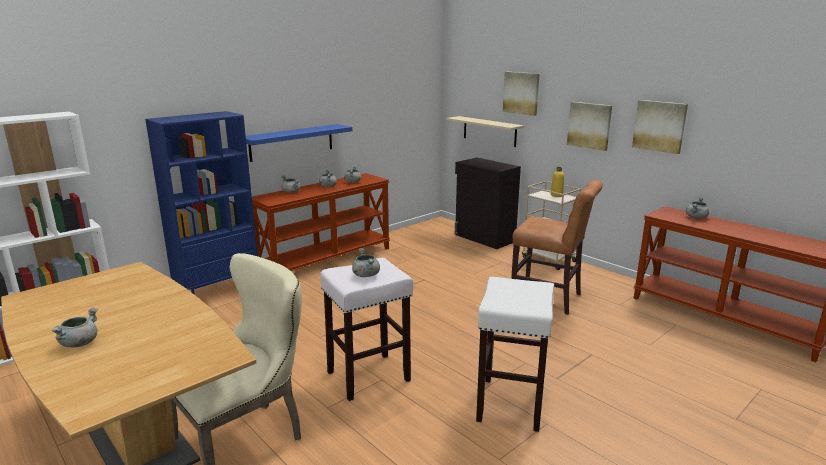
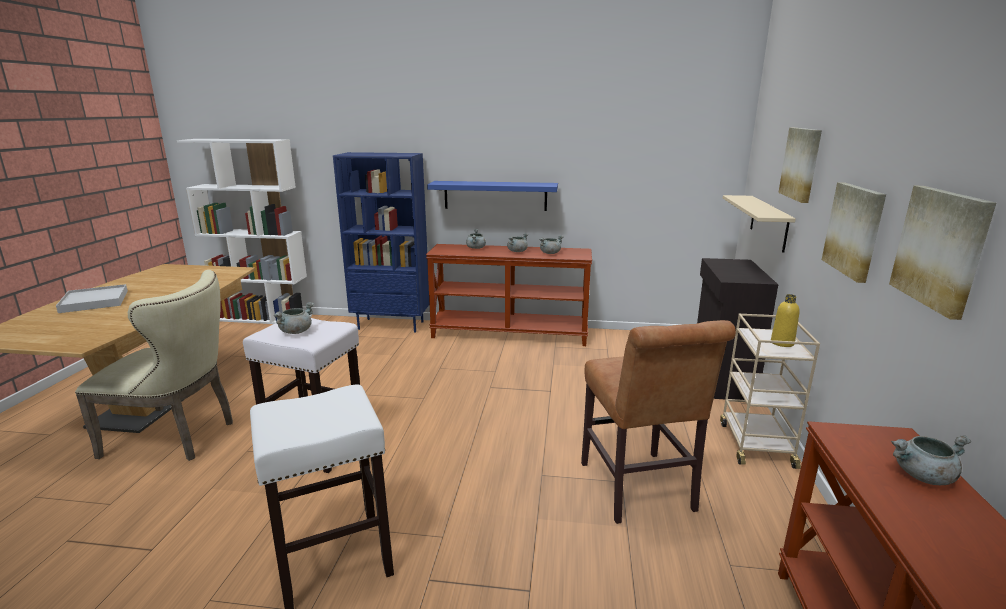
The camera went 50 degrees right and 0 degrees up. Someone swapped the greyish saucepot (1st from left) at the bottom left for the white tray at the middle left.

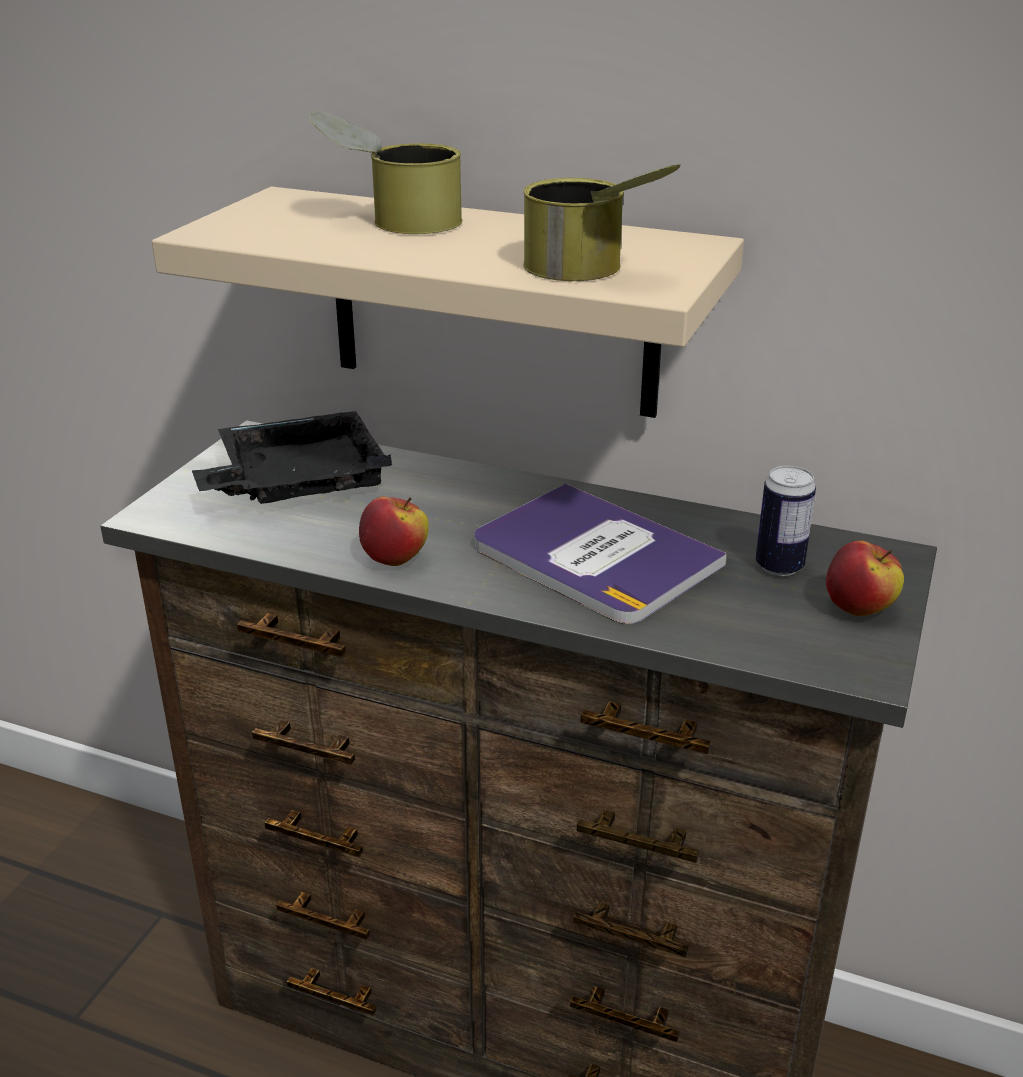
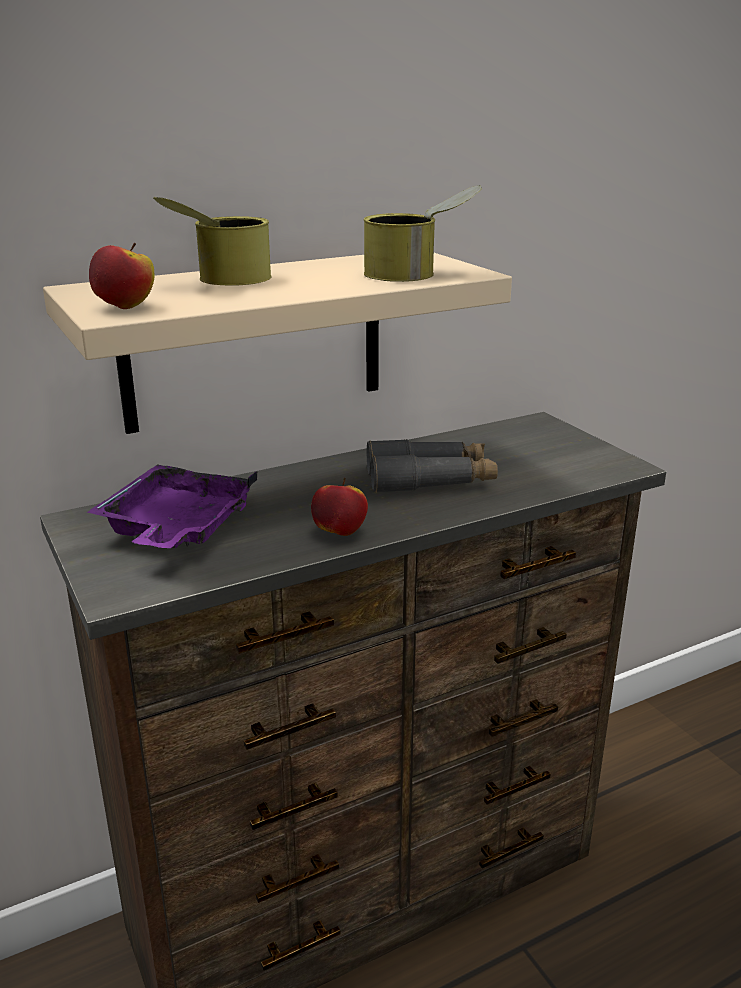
The camera went 50 degrees left and 5 degrees down. Someone repainted the black tray at the middle left, which became the purple-coloured tray at the middle left. Someone took away the can (3rd from left) at the middle right. Someone swapped the volume at the centre for the greyish field glasses at the centre. Someone carried the apple (2nd from left in the first image) from the middle right to the top left.

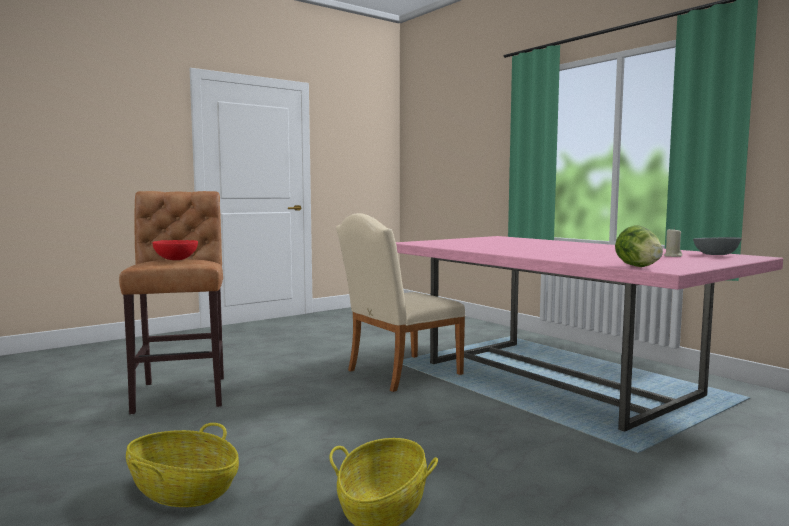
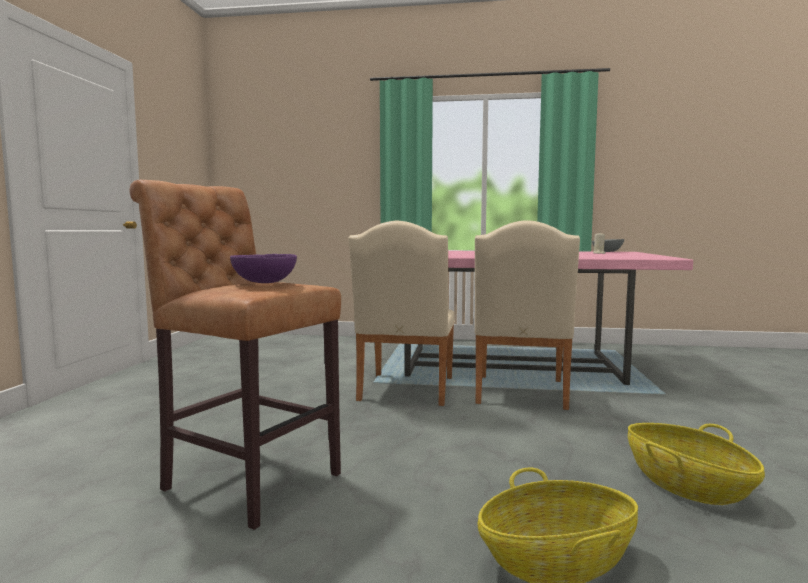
The camera went 45 degrees left and 0 degrees up. Someone took away the head of lettuce at the middle right. Someone repainted the reddish serving bowl at the middle left, which became the purple-coloured serving bowl at the middle left. Someone put down the beige-coloured plain chair (2nd from left) at the centre.

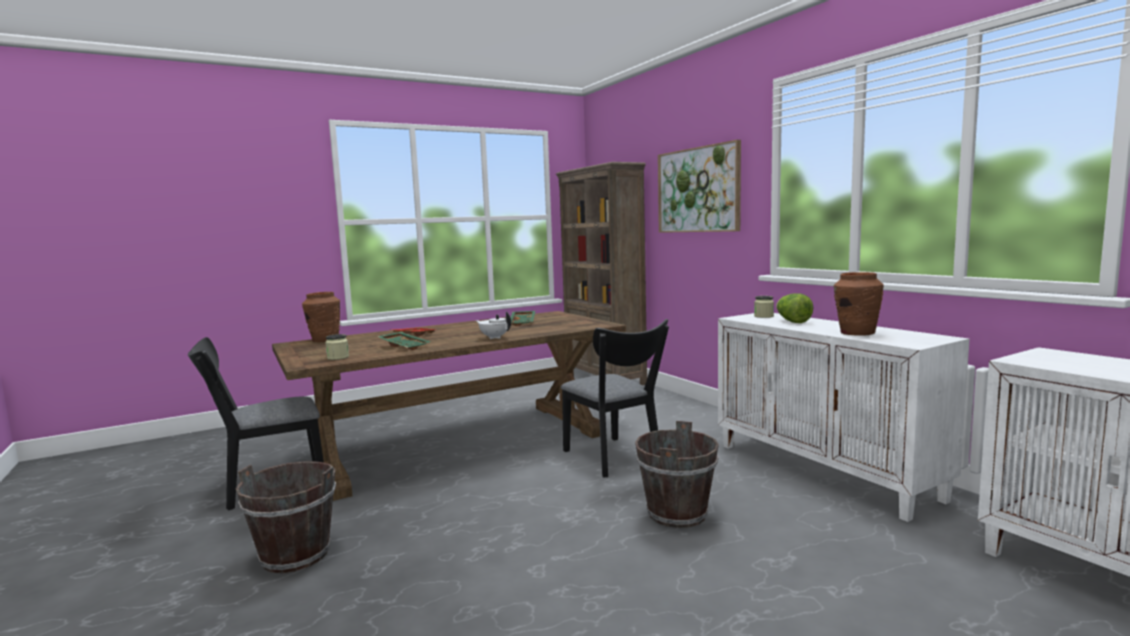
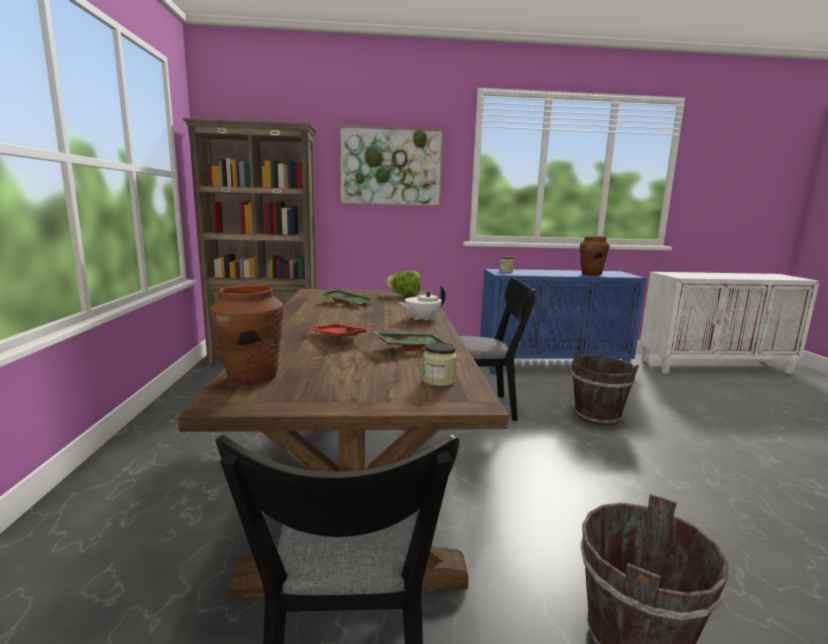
The camera went 65 degrees left and 5 degrees up. Someone carried the head of lettuce from the middle right to the centre. Someone repainted the white cupboard (1st from left) at the middle right, which became the bluish cupboard at the middle right.

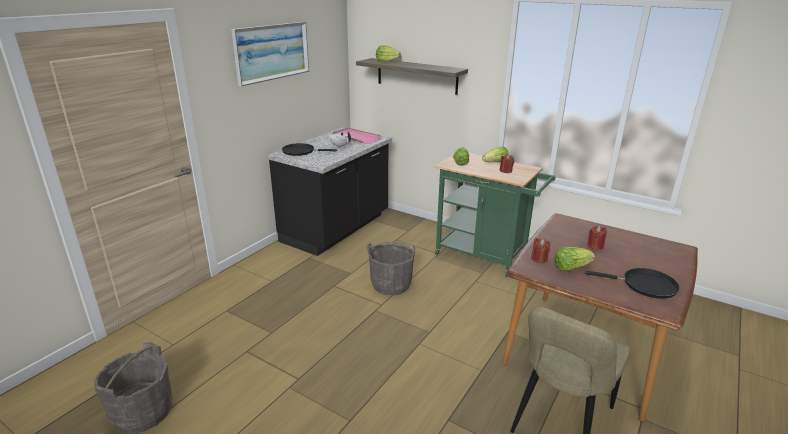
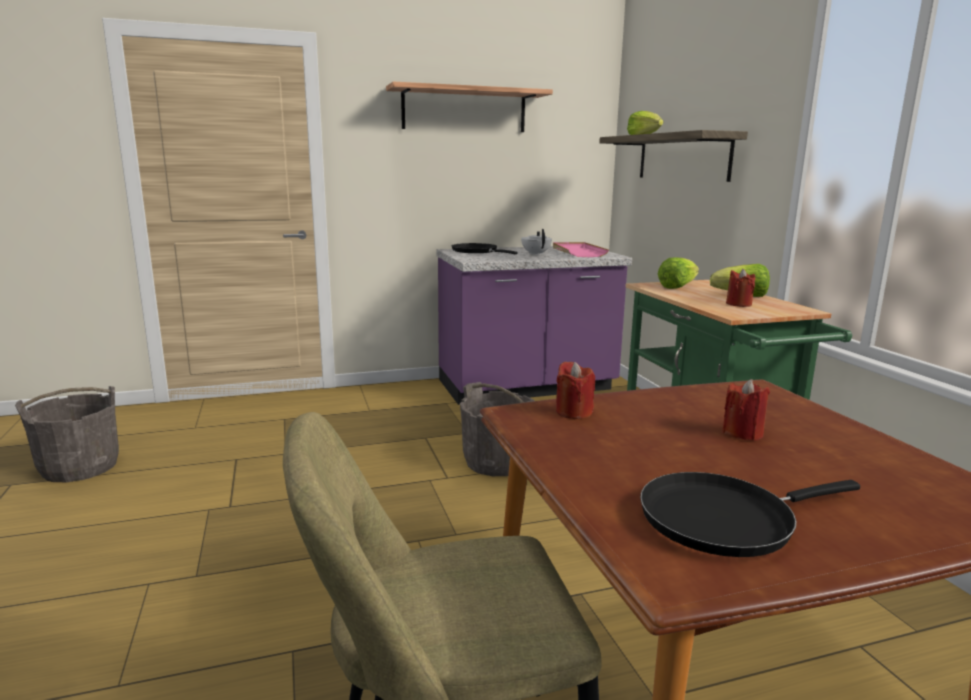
The camera went 40 degrees right and 10 degrees down. Someone swapped the wall art at the top centre for the bracket shelf (1st from left) at the top centre. Someone repainted the black kitchen counter at the centre, which became the purple-coloured kitchen counter at the centre. Someone took away the head of lettuce (4th from left) at the middle right. Someone rotated the black frying pan (2nd from left) at the middle right by 105 degrees clockwise.

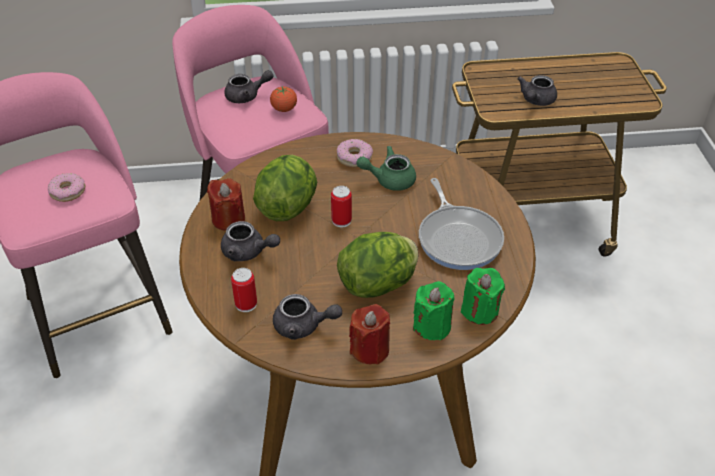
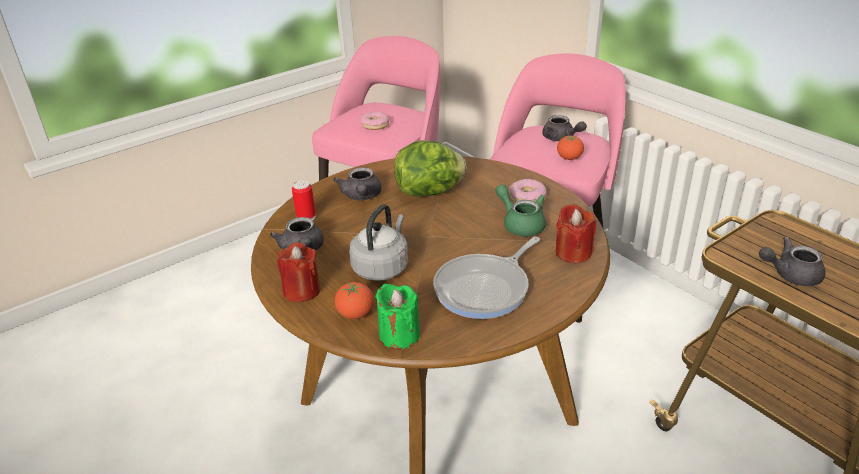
The camera went 60 degrees right and 10 degrees down. Someone carried the reddish wax candle (1st from left in the first image) from the middle left to the middle right. Someone took away the can (2nd from left) at the centre. Someone swapped the head of lettuce (2nd from left) at the centre for the greyish water kettle at the centre. Someone swapped the greenish wax candle (1st from left) at the centre for the tomato (1st from left) at the centre.

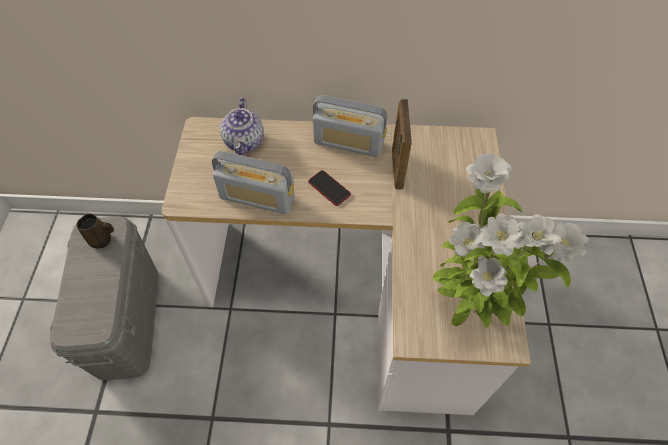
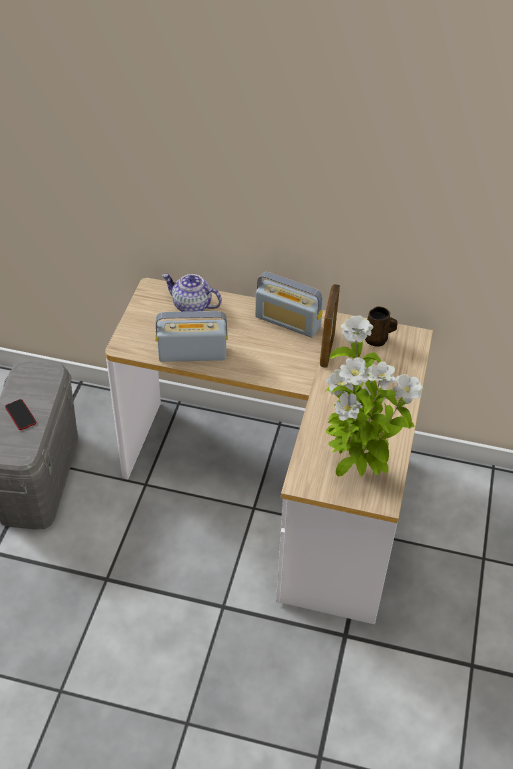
The camera went 10 degrees right and 10 degrees down. Someone rotated the tea pot at the top centre by 105 degrees clockwise. Someone rotated the radio receiver (1st from left) at the centre by 150 degrees clockwise. Someone carried the handset from the centre to the middle left. Someone carried the brown-coloured coffee mug from the middle left to the middle right.

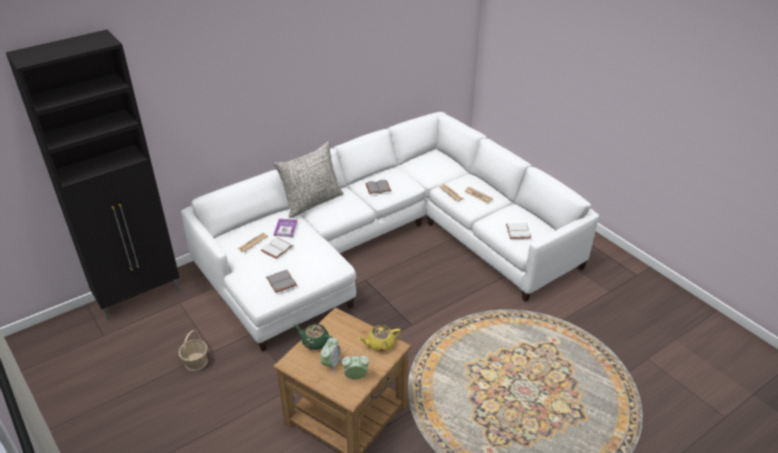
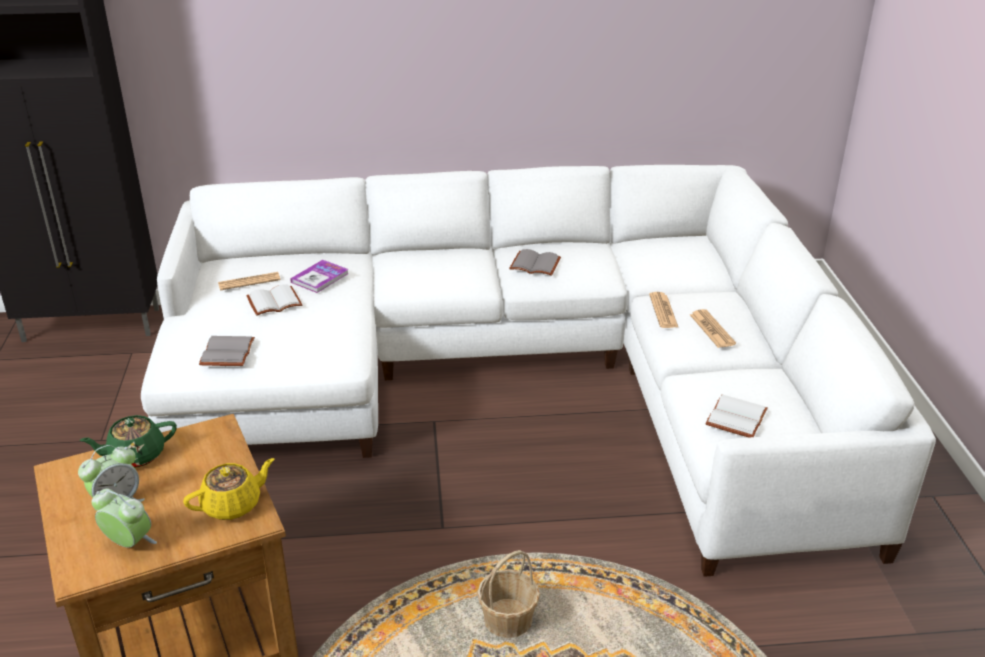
The camera went 30 degrees right and 5 degrees down. Someone took away the greyish throw pillow at the centre. Someone rotated the greenish tea pot at the bottom centre by 75 degrees counterclockwise. Someone rotated the yellow-coloured tea pot at the bottom centre by 135 degrees clockwise. Someone carried the household basket from the bottom left to the bottom centre.

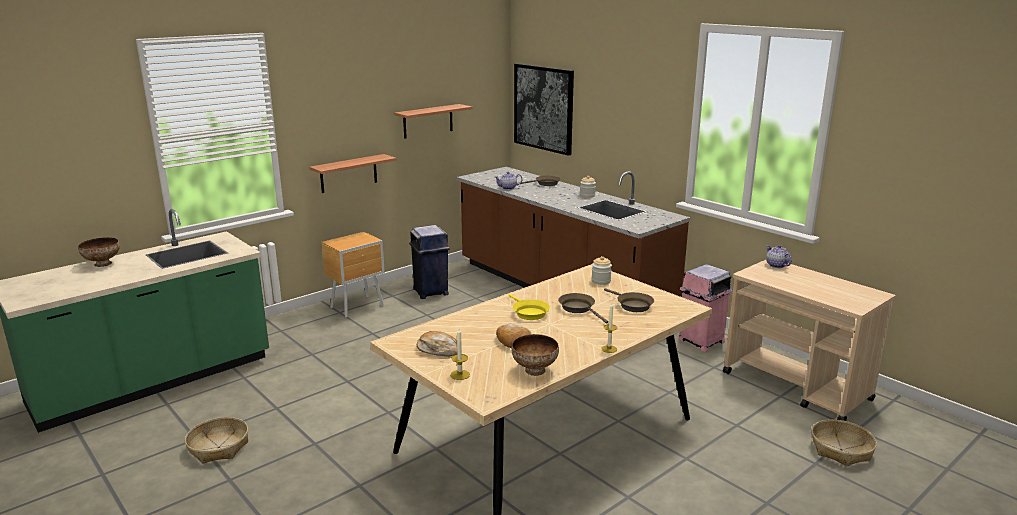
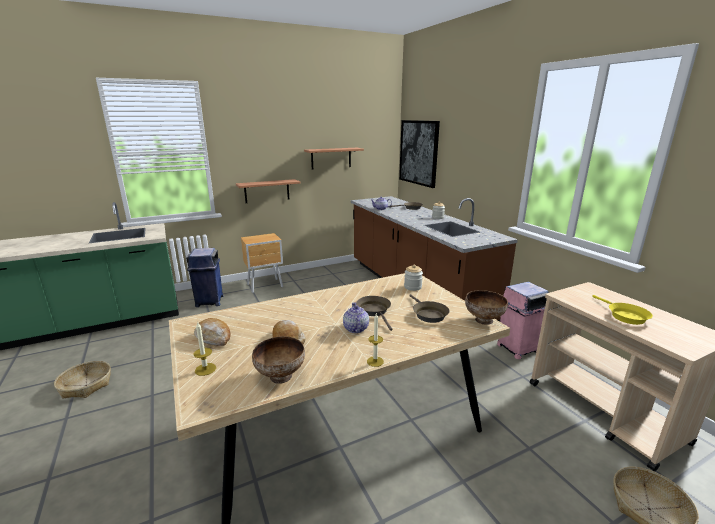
The camera went 15 degrees right and 0 degrees up. Someone carried the bluish waste bin from the centre to the middle left. Someone carried the serving bowl (1st from left in the first image) from the middle left to the middle right. Someone carried the tea pot (2nd from left in the first image) from the middle right to the centre. Someone carried the yellow-coloured frying pan from the centre to the middle right.

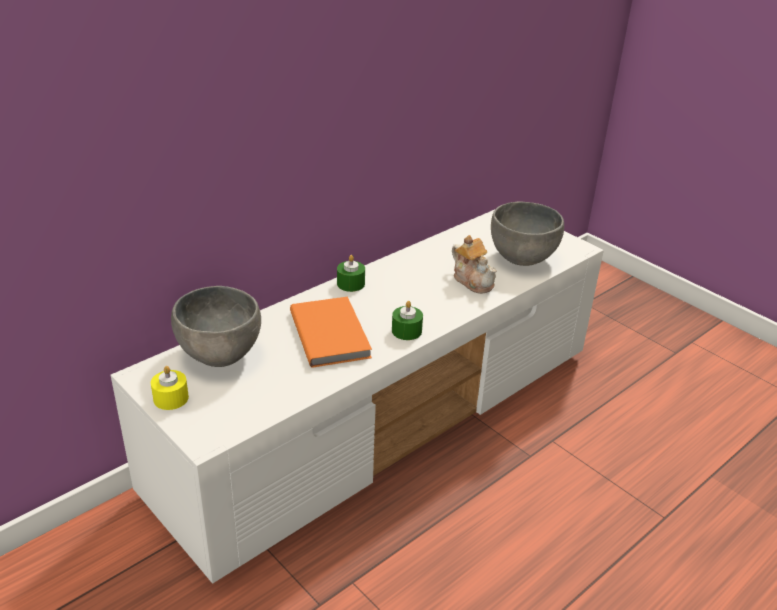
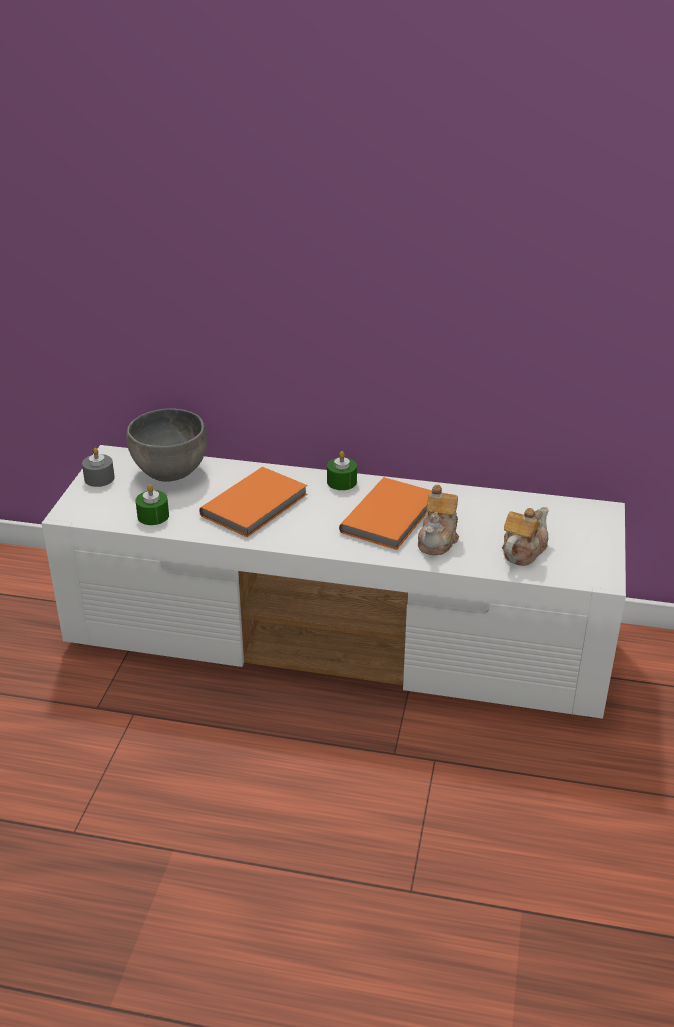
The camera went 55 degrees right and 0 degrees up. Someone swapped the greyish serving bowl (2nd from left) at the middle right for the tea pot (2nd from left) at the middle right. Someone carried the greenish wax candle (2nd from left in the first image) from the centre to the middle left. Someone repainted the yellow-coloured wax candle at the middle left, which became the greyish wax candle at the middle left. Someone put down the orange volume (2nd from left) at the centre.

